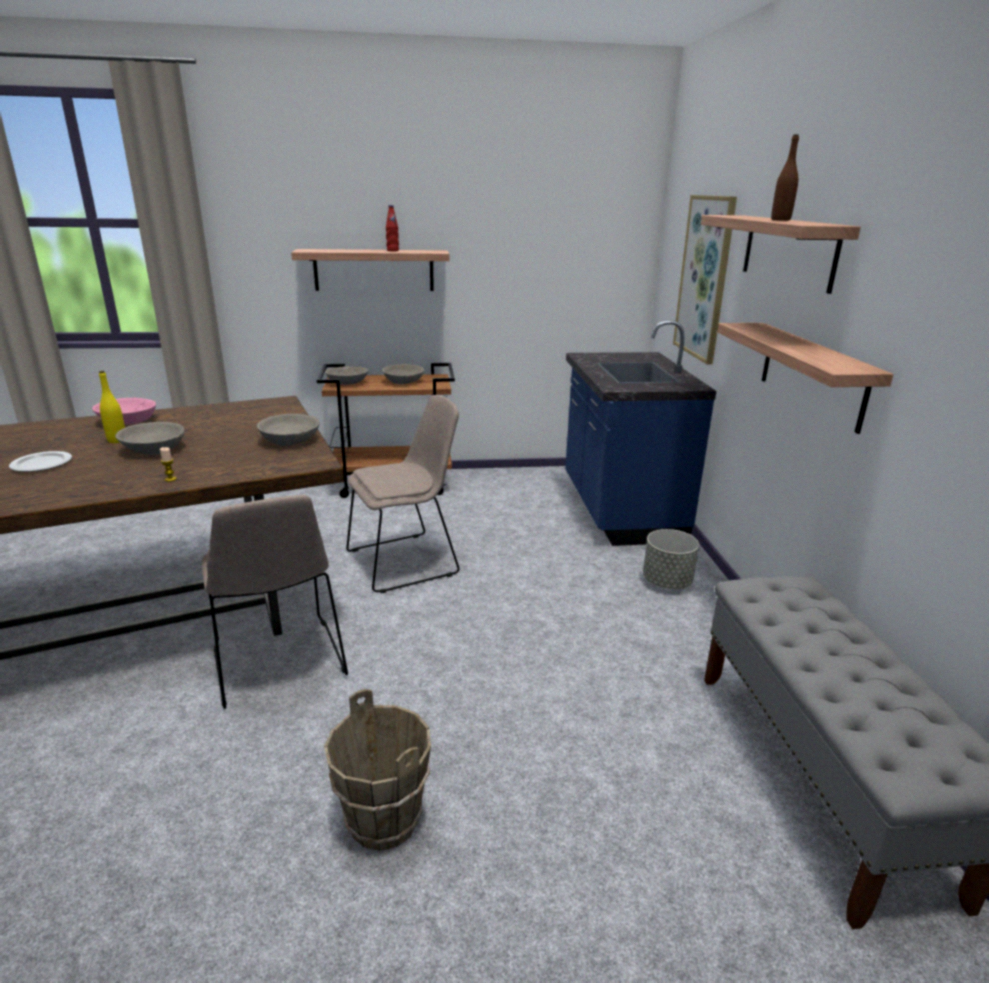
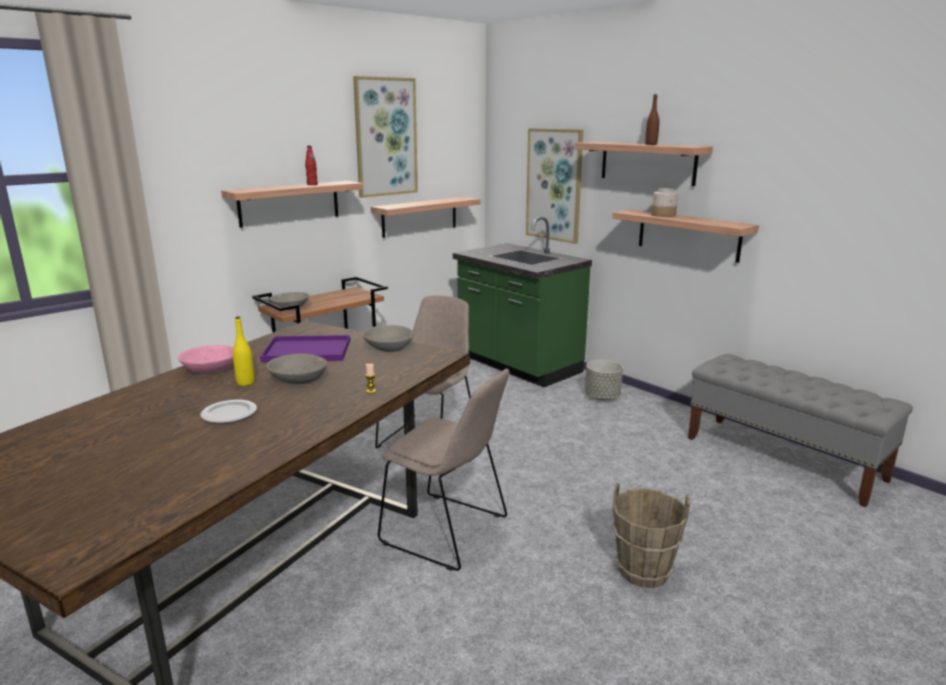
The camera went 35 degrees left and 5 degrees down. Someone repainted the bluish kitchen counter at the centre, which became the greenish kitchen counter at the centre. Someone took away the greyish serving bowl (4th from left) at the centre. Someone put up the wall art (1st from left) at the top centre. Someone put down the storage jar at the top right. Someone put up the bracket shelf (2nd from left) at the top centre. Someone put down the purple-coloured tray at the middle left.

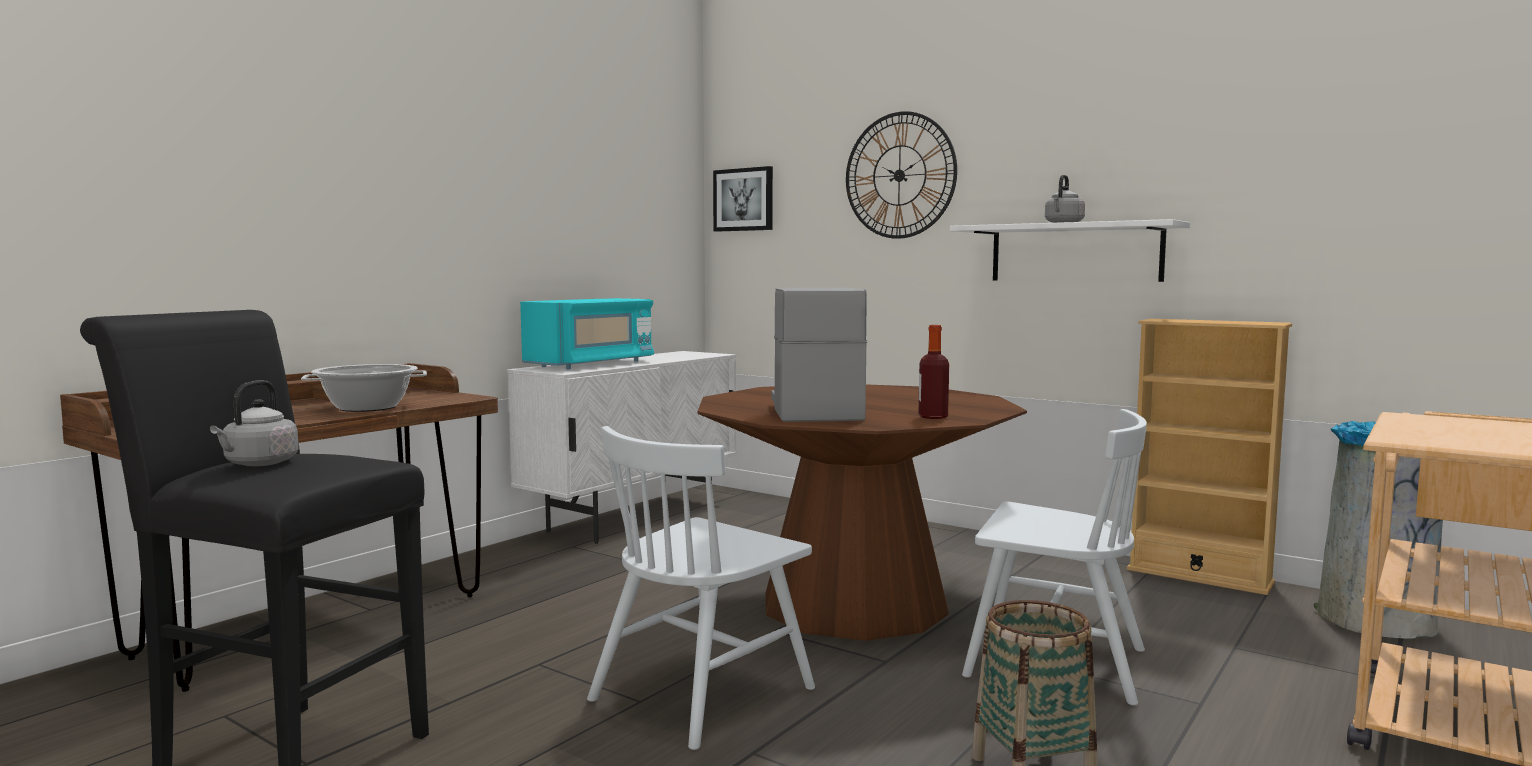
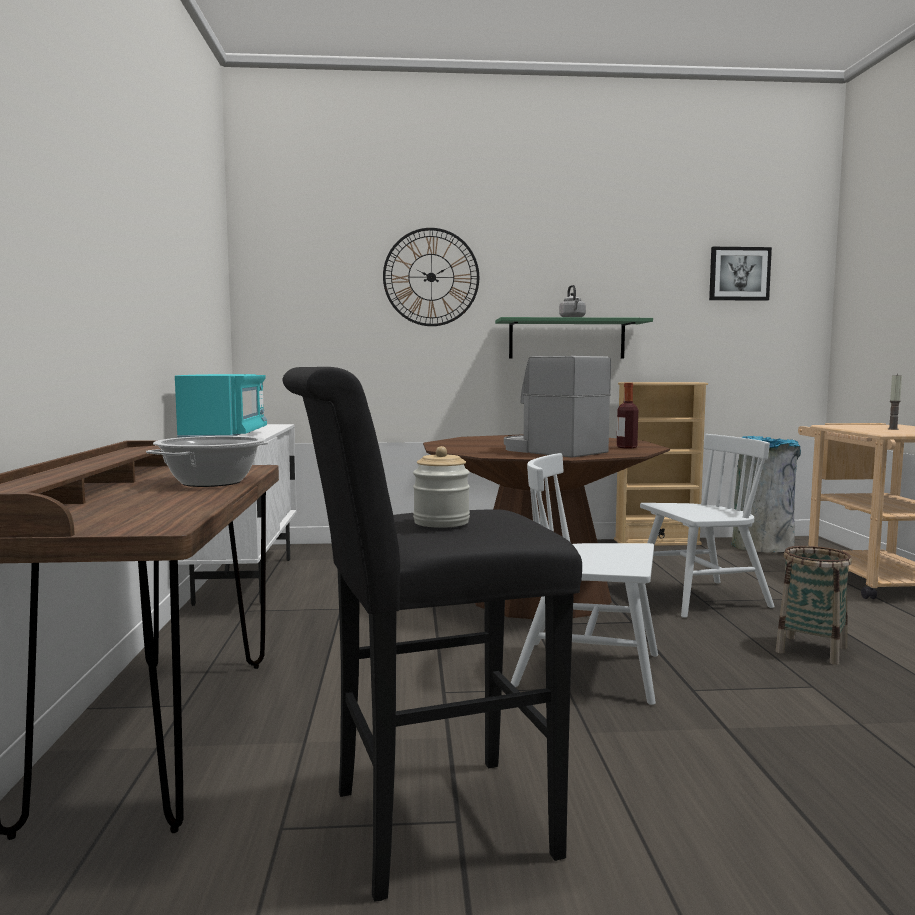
The camera went 40 degrees left and 0 degrees up. Someone carried the wall art from the top centre to the top right. Someone repainted the white bracket shelf at the top right, which became the greenish bracket shelf at the centre. Someone swapped the greyish water kettle (1st from left) at the middle left for the storage jar at the centre. Someone rotated the white plain chair (1st from left) at the bottom centre by 105 degrees clockwise. Someone put down the wax candle at the middle right.

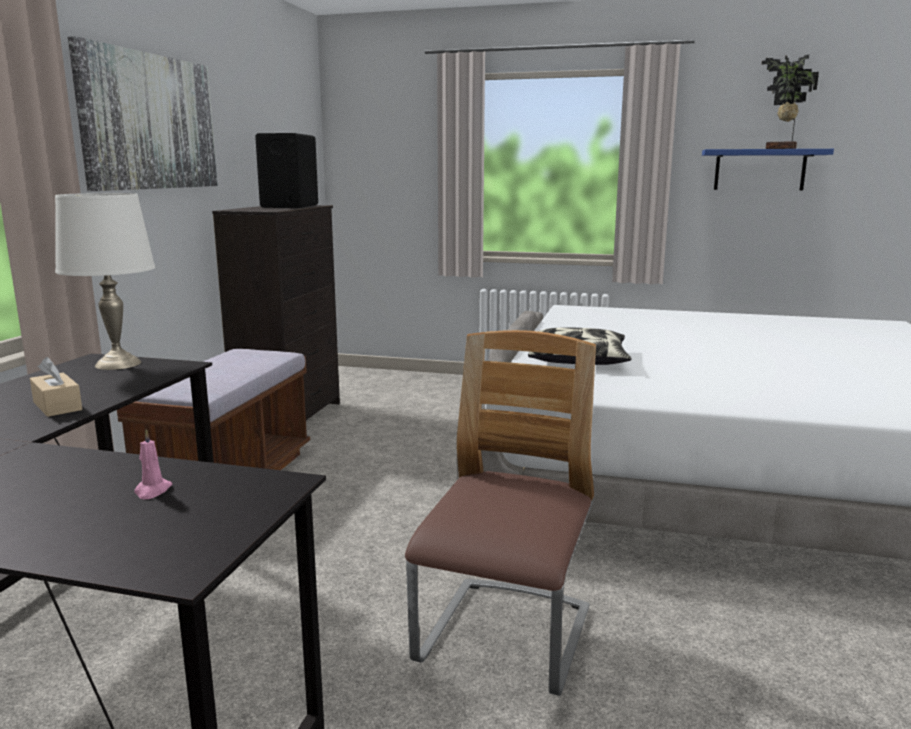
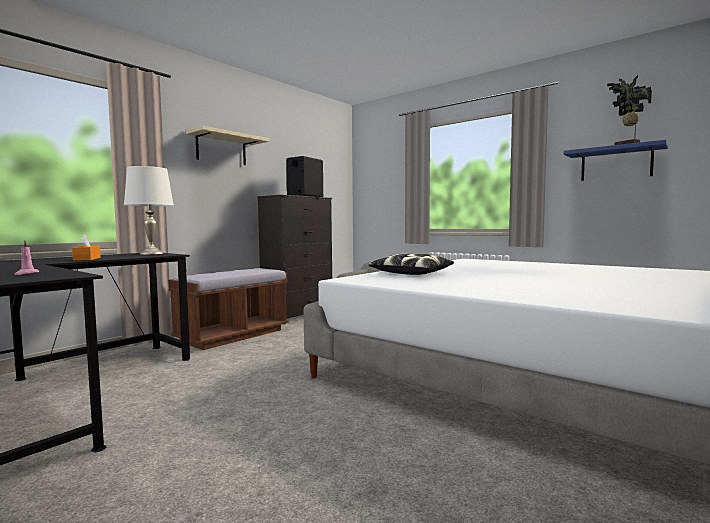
The camera went 25 degrees right and 10 degrees down. Someone swapped the wall art at the top left for the beige-coloured bracket shelf at the top left. Someone took away the plain chair at the bottom centre. Someone repainted the beige-coloured box of tissues at the middle left, which became the orange box of tissues at the middle left.

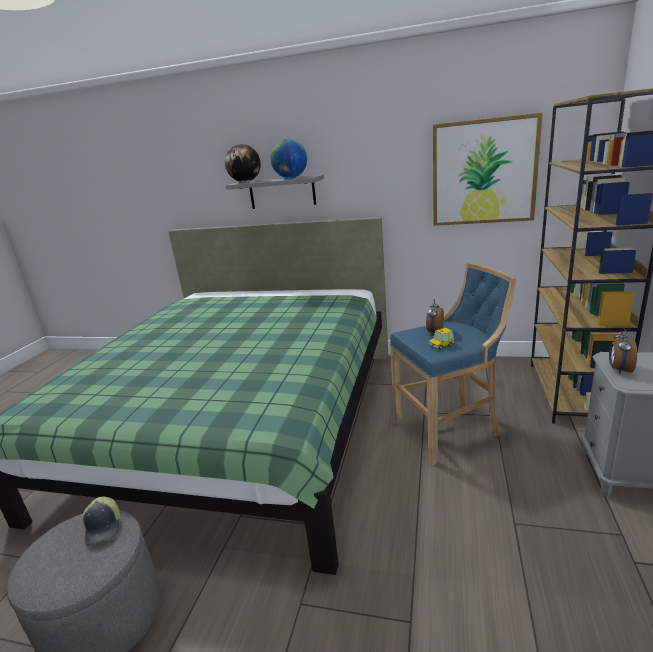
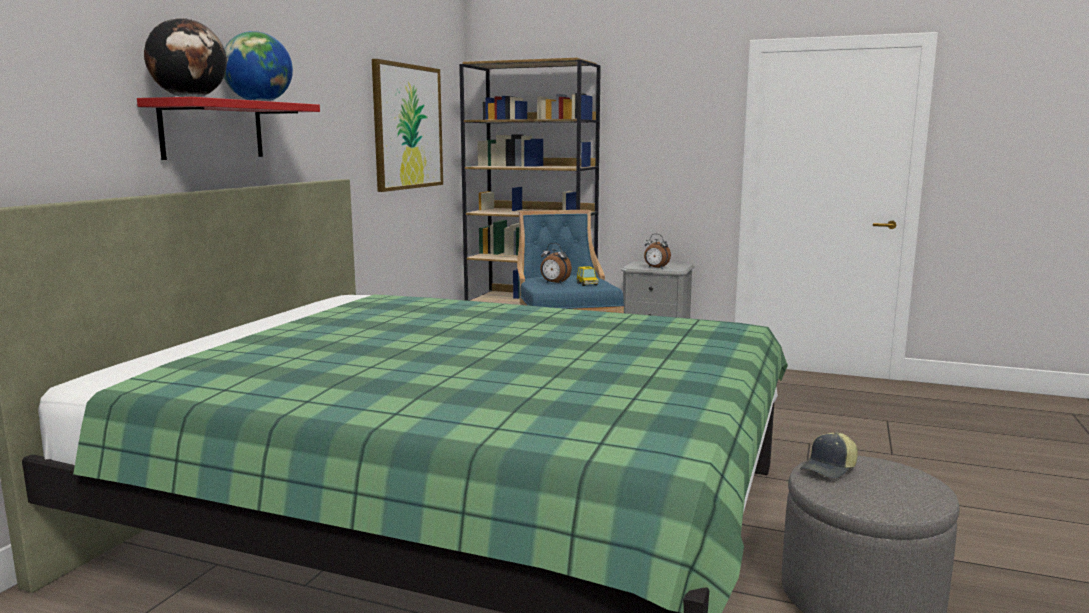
The camera went 85 degrees left and 10 degrees down. Someone repainted the greyish bracket shelf at the top centre, which became the reddish bracket shelf at the top left. Someone rotated the cap at the bottom left by 150 degrees clockwise.

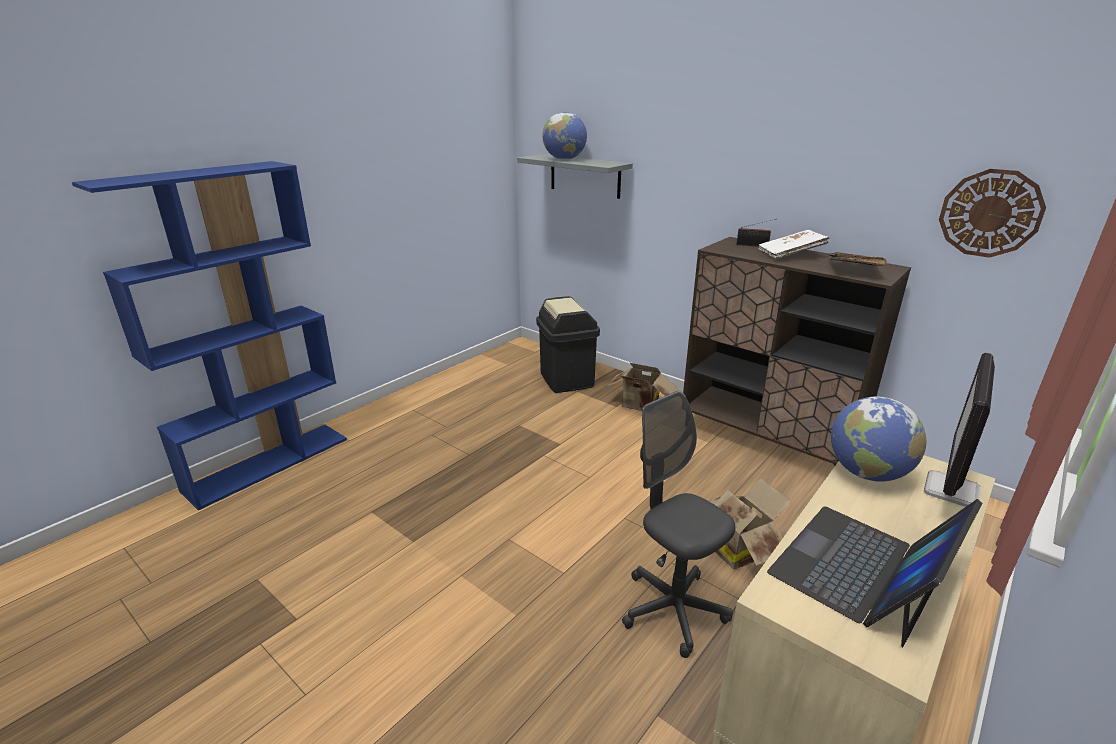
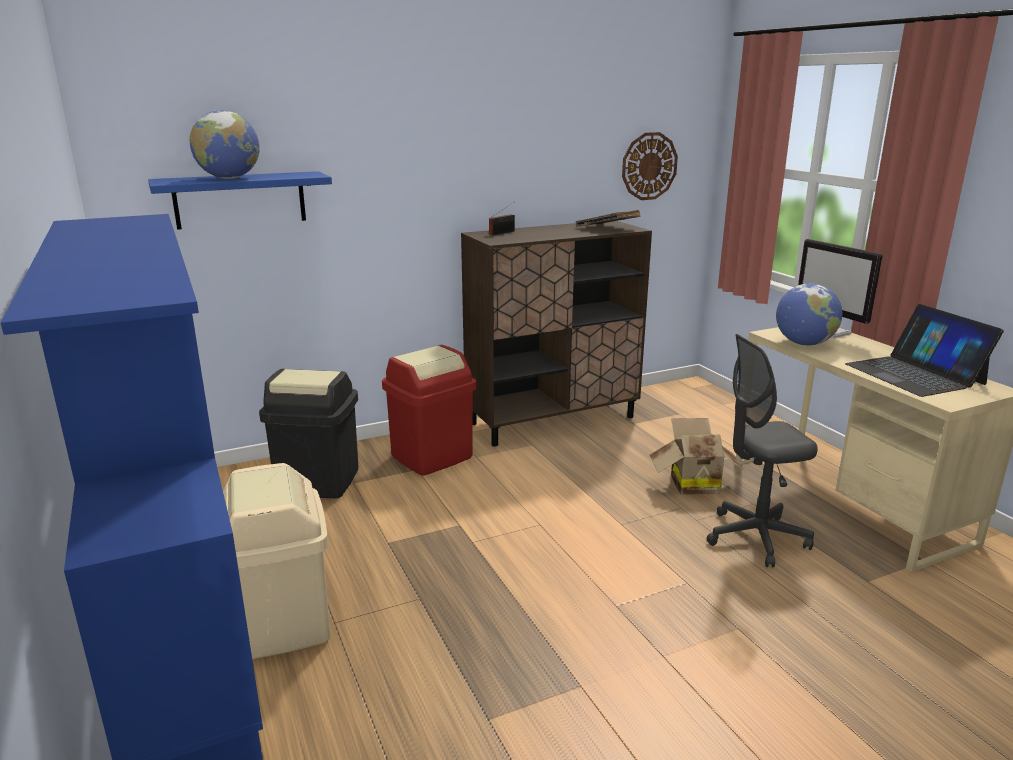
The camera went 65 degrees left and 5 degrees down. Someone repainted the greyish bracket shelf at the top centre, which became the bluish bracket shelf at the top left. Someone took away the white volume at the top right. Someone swapped the cardboard box (1st from left) at the centre for the reddish waste bin at the centre. Someone put down the beige-coloured waste bin at the bottom left.

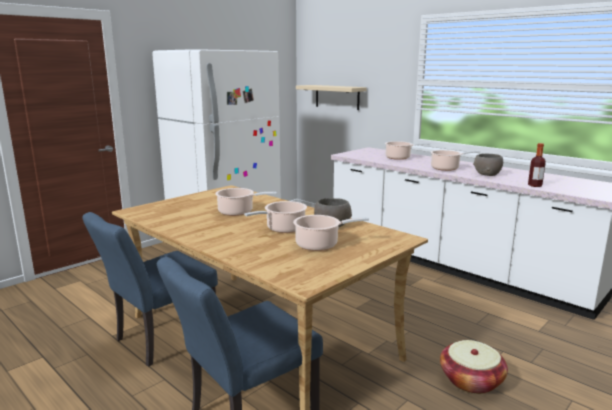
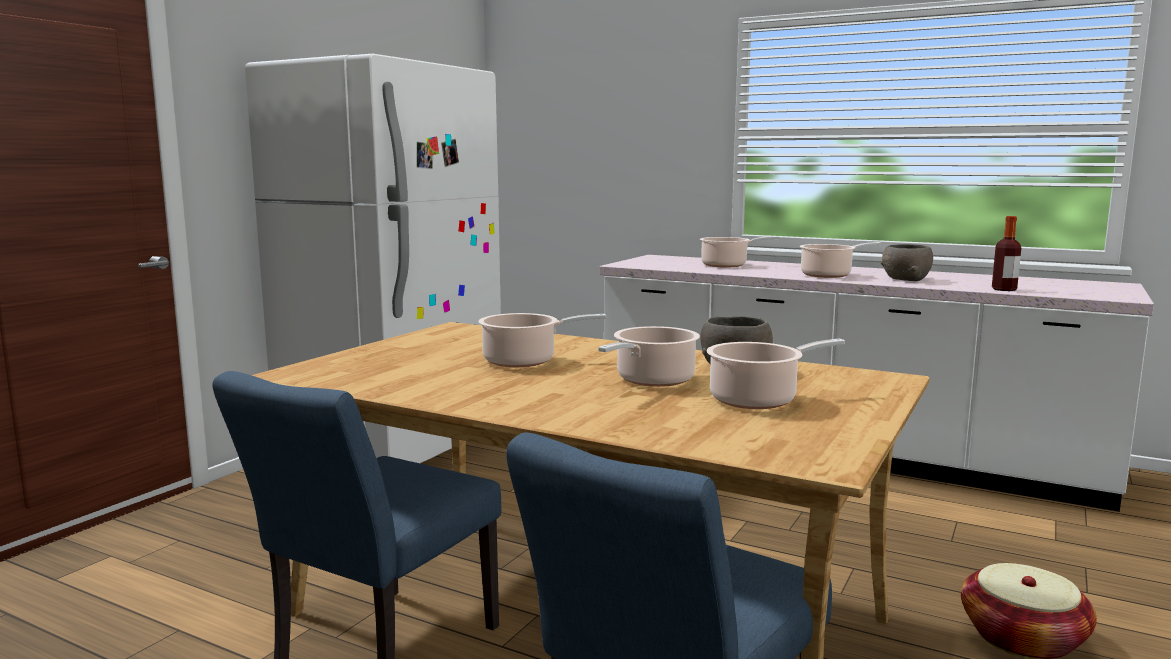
The camera went 15 degrees left and 5 degrees down. Someone took away the beige-coloured bracket shelf at the top centre.

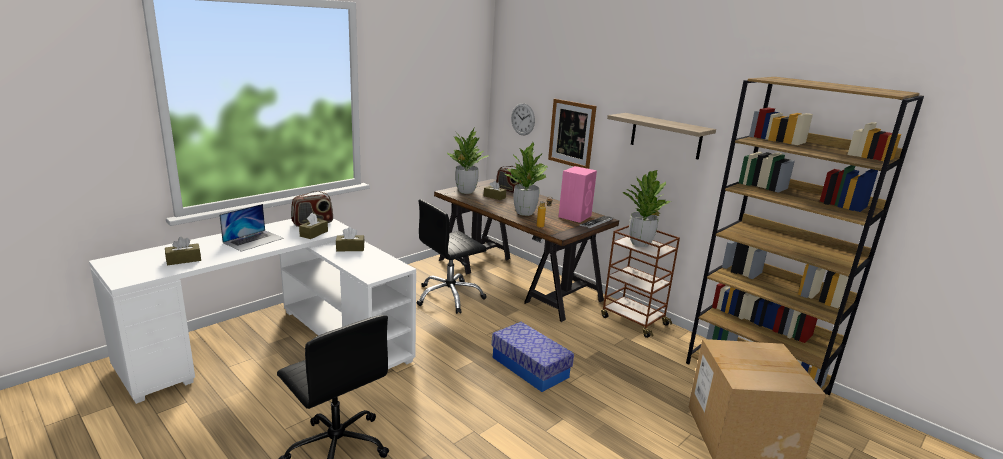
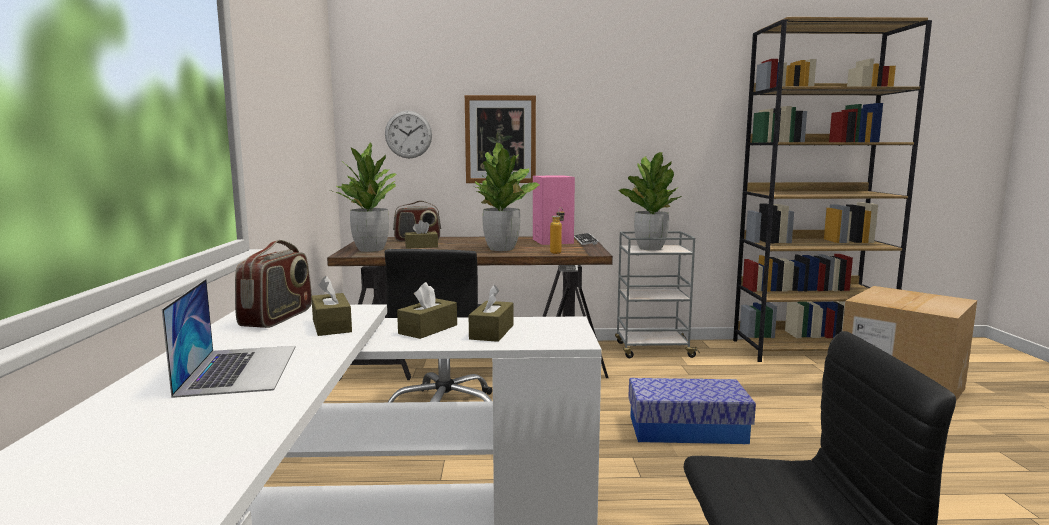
The camera went 45 degrees left and 10 degrees down. Someone took away the bracket shelf at the top centre. Someone repainted the brown-coloured wheeled cart at the centre, which became the greyish wheeled cart at the centre. Someone carried the brown-coloured box of tissues (1st from left in the first image) from the middle left to the centre.

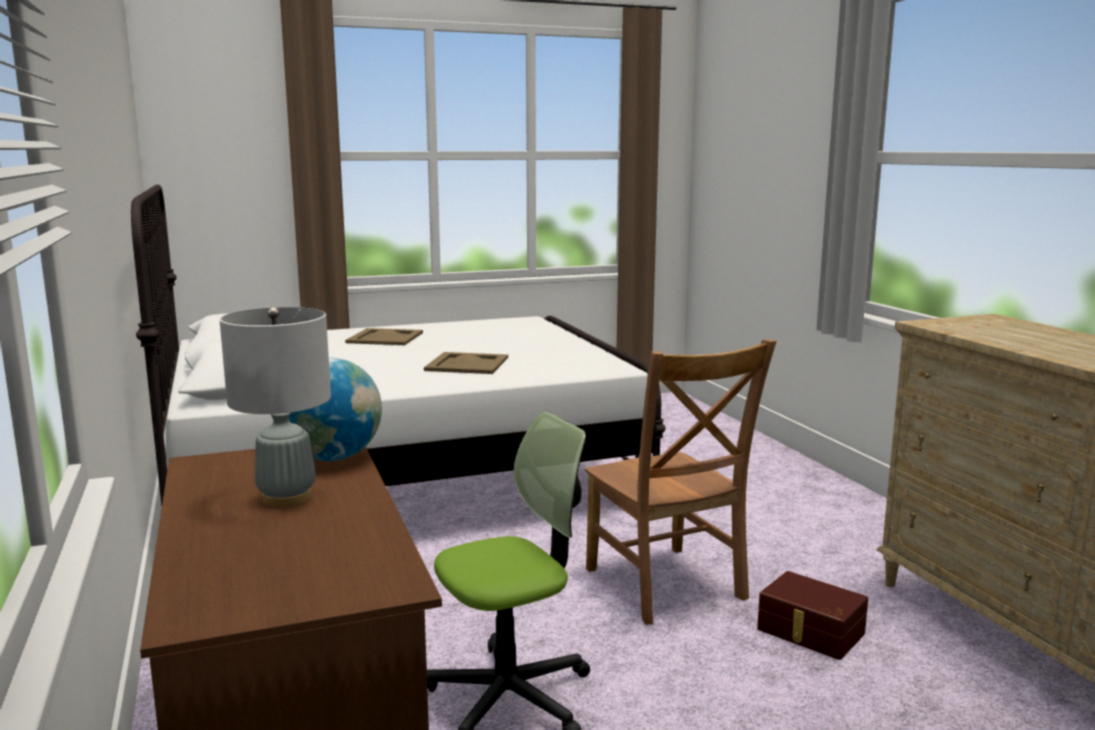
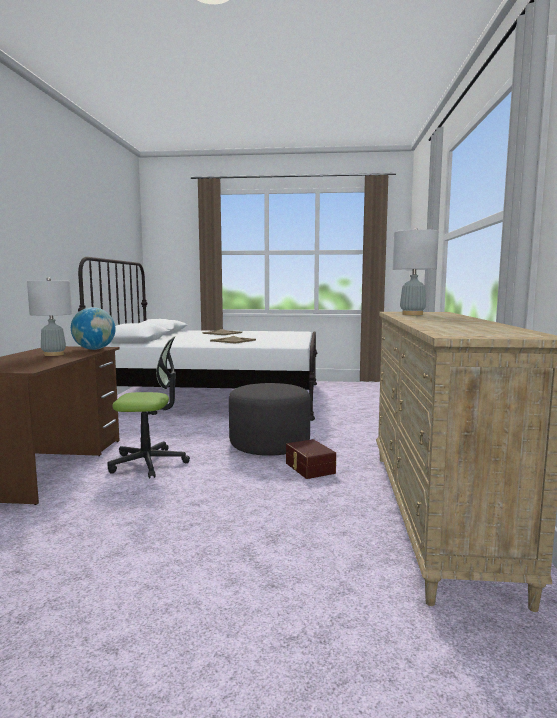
The camera went 25 degrees right and 5 degrees down. Someone swapped the brown-coloured plain chair at the centre for the greyish ottoman at the centre. Someone put down the greyish table lamp (2nd from left) at the middle right.

